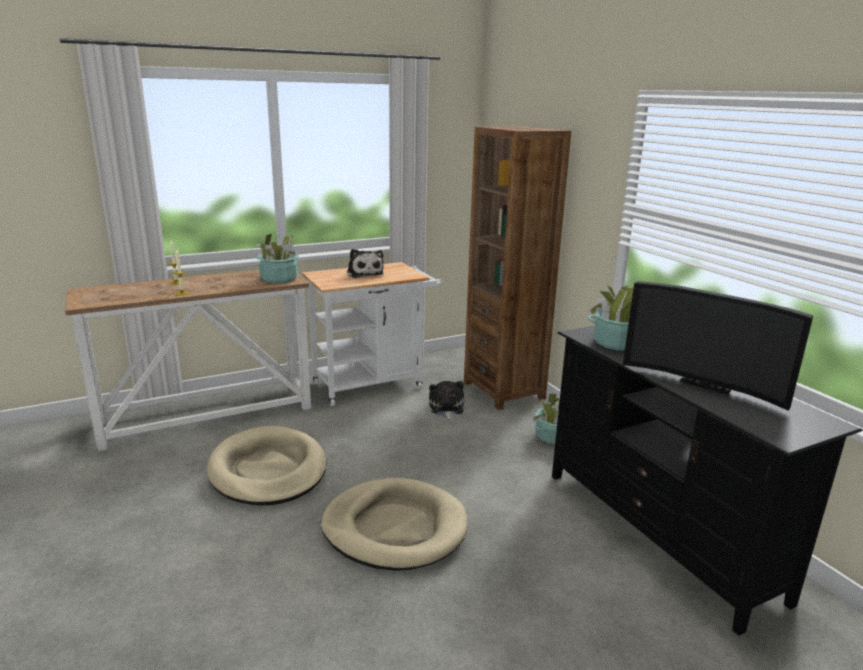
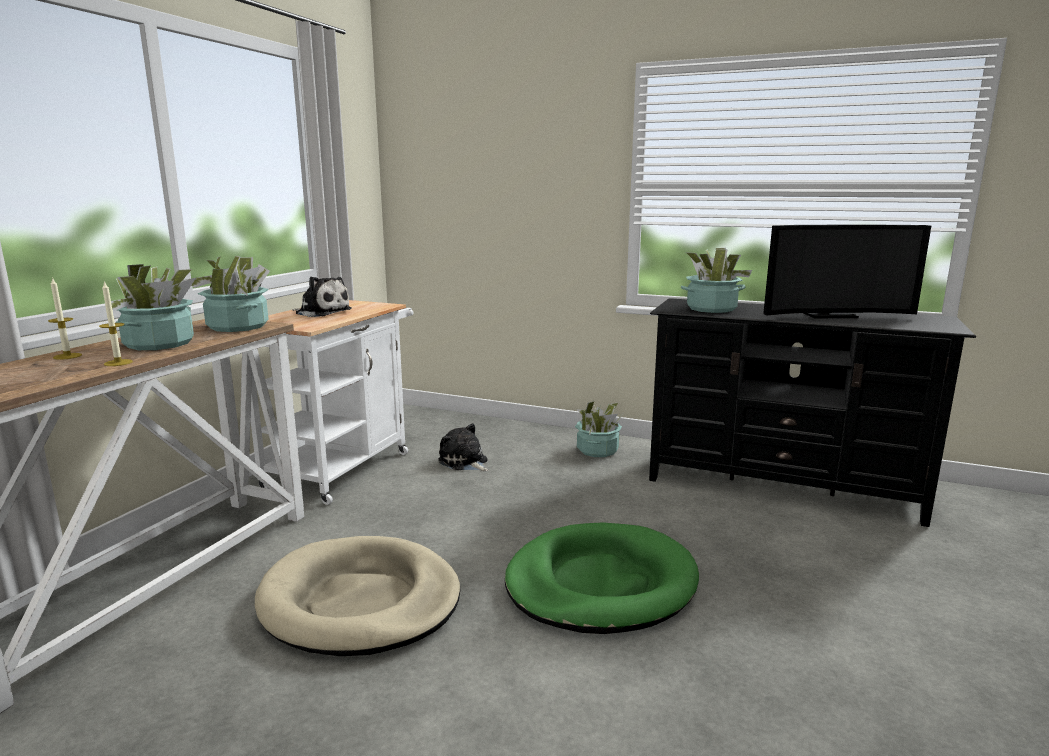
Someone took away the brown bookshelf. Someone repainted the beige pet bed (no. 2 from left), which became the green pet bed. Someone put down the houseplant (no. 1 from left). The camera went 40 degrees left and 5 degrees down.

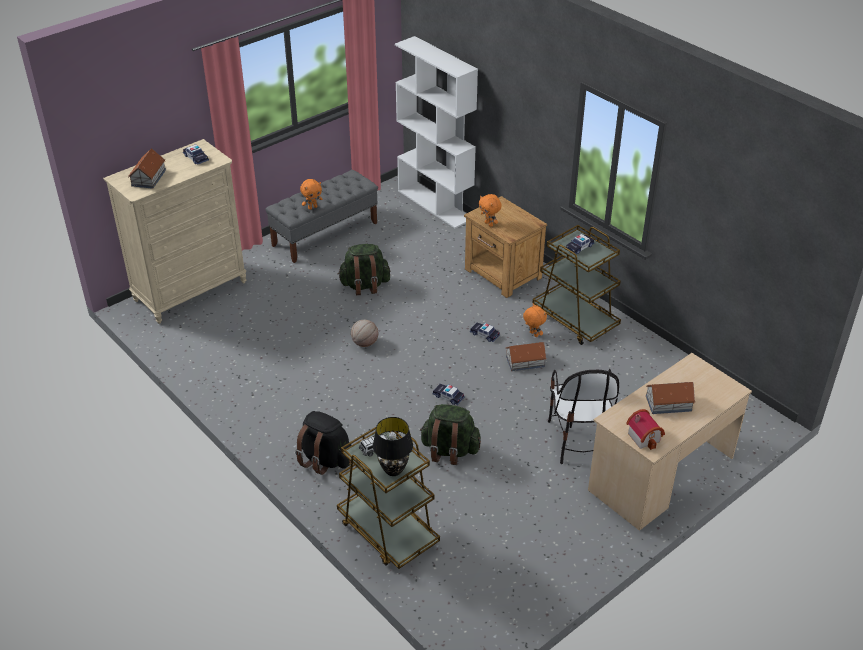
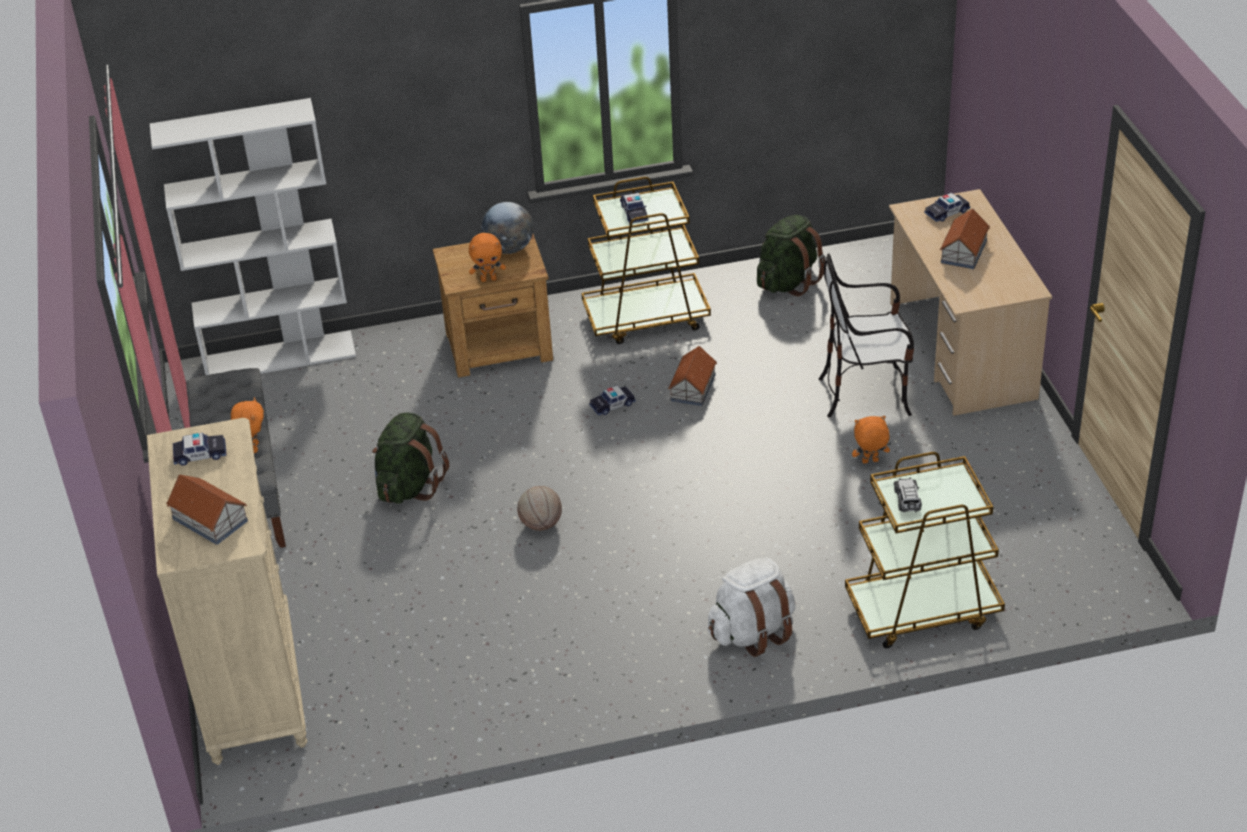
Someone carried the orange plush toy (no. 3 from left). Someone rotated the plain chair by 150 degrees clockwise. Someone carried the toy car (no. 3 from left in the first image). Someone carried the green backpack (no. 2 from left). Someone took away the model house (no. 3 from left). Someone repainted the black backpack, which became the white backpack. Someone took away the black table lamp. Someone put down the desk globe. The camera went 60 degrees left and 0 degrees up.

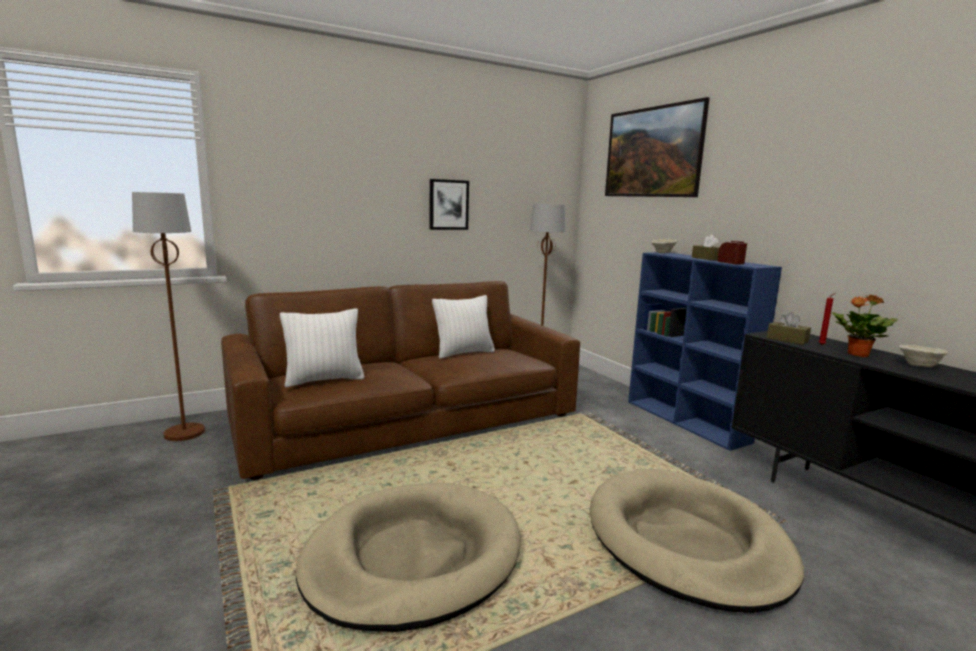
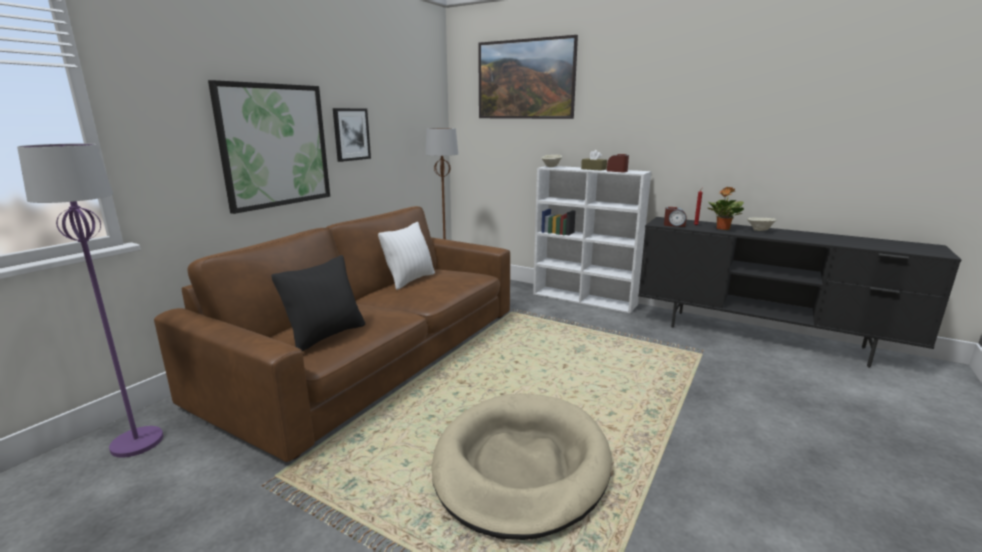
Someone repainted the brown floor lamp (no. 1 from left), which became the purple-coloured floor lamp. Someone repainted the blue bookshelf, which became the white bookshelf. Someone repainted the white pillow (no. 1 from left), which became the black pillow. Someone swapped the brown tissue holder (no. 2 from left) for the table clock (no. 2 from left). Someone took away the beige pet bed (no. 2 from left). Someone put up the wall picture (no. 1 from left). The camera went 30 degrees left and 5 degrees up.

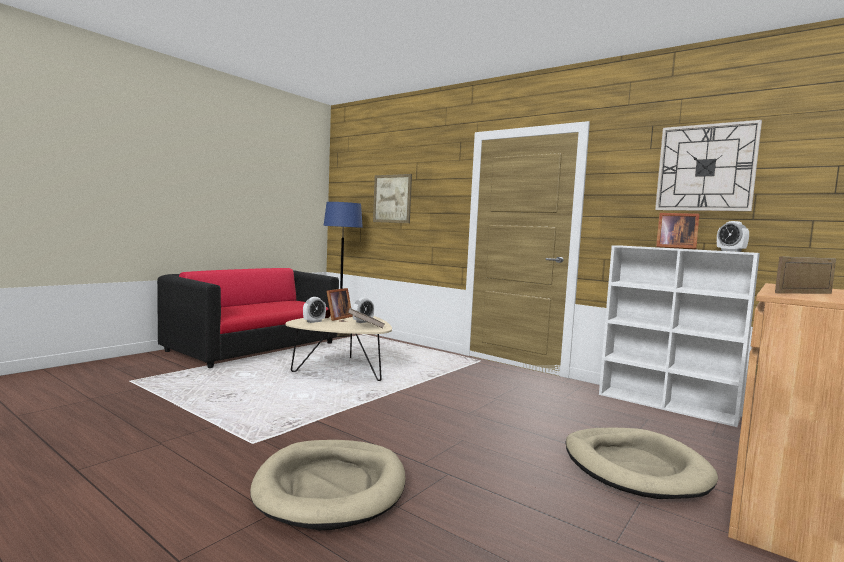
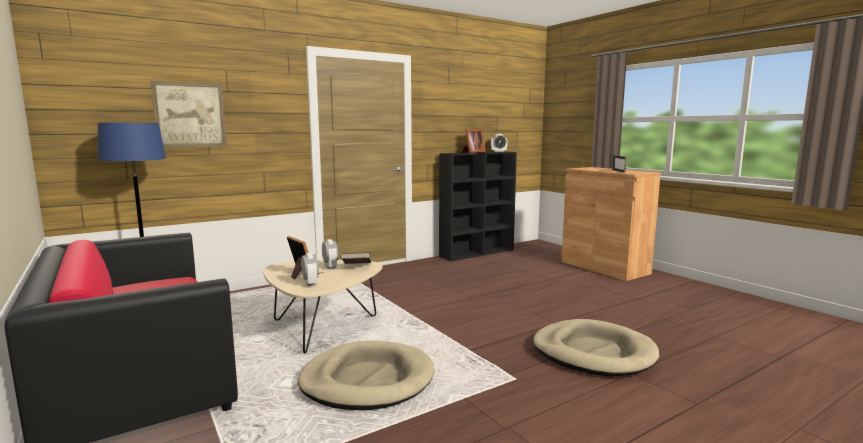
Someone took away the wall clock. Someone repainted the white bookshelf, which became the black bookshelf. Someone carried the beige pet bed (no. 2 from left in the first image). The camera went 70 degrees left and 5 degrees up.

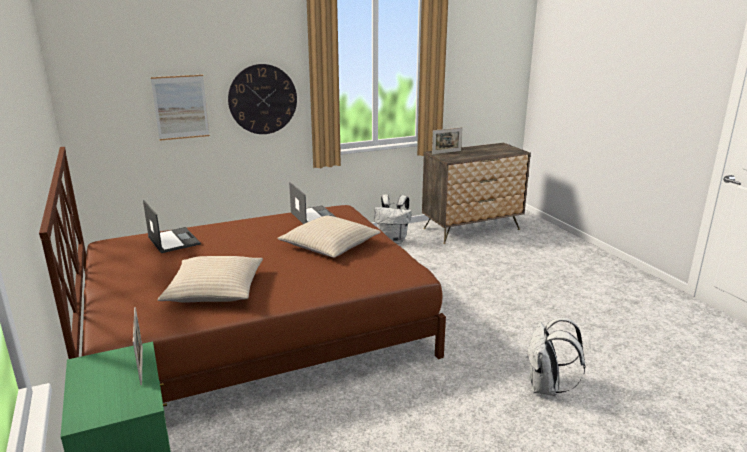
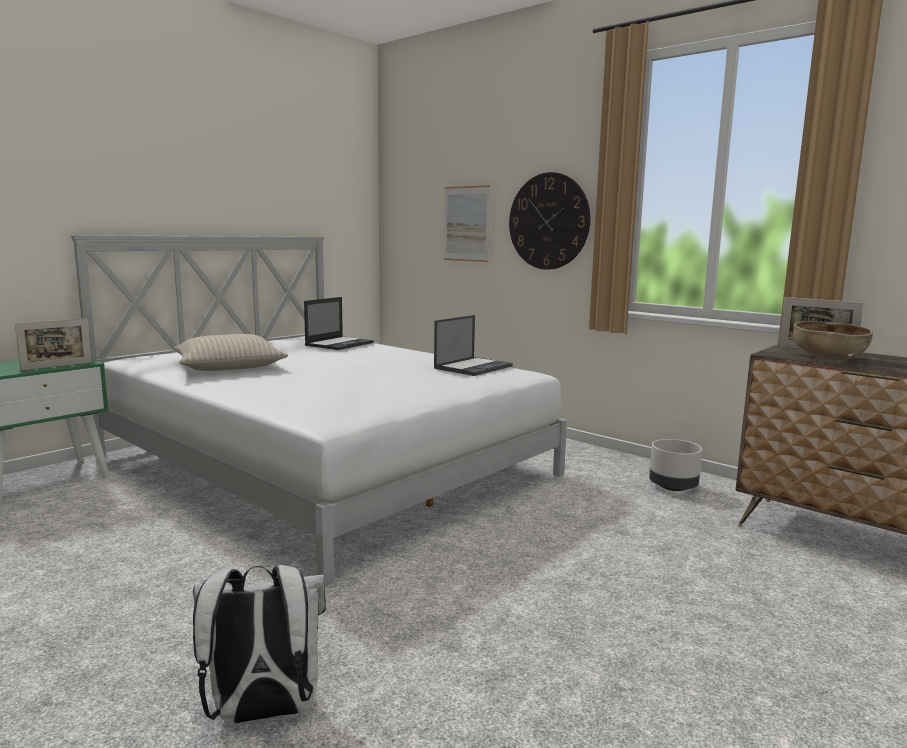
Someone repainted the brown bedroom bed, which became the white bedroom bed. Someone swapped the white backpack (no. 1 from left) for the grey planter. Someone took away the beige pillow (no. 2 from left). Someone put down the brown deep dish. The camera went 65 degrees right and 10 degrees down.

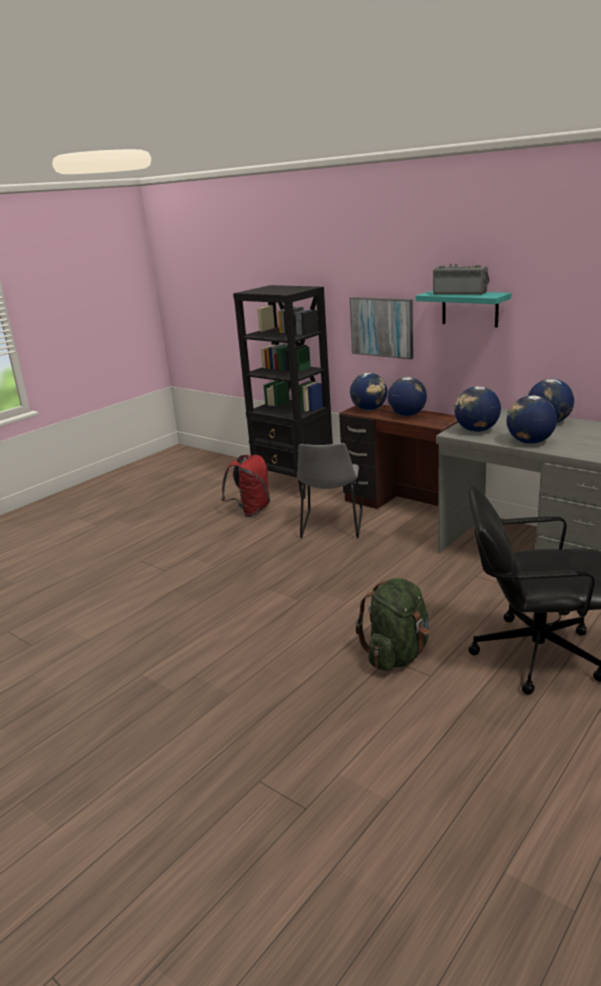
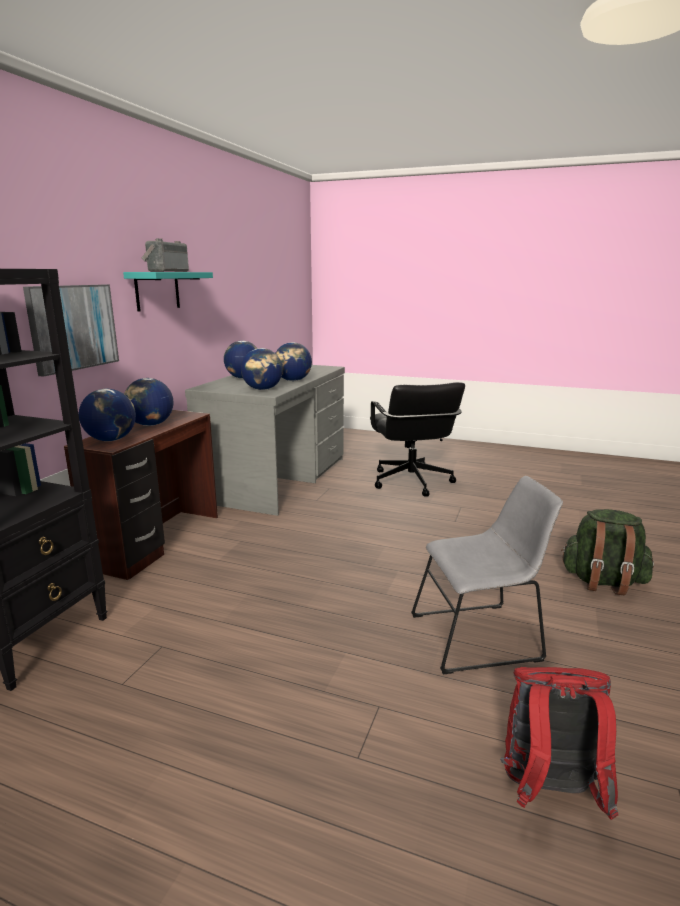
Someone carried the grey plain chair. Someone carried the red-coloured backpack. Someone carried the green backpack. The camera went 110 degrees left and 5 degrees down.

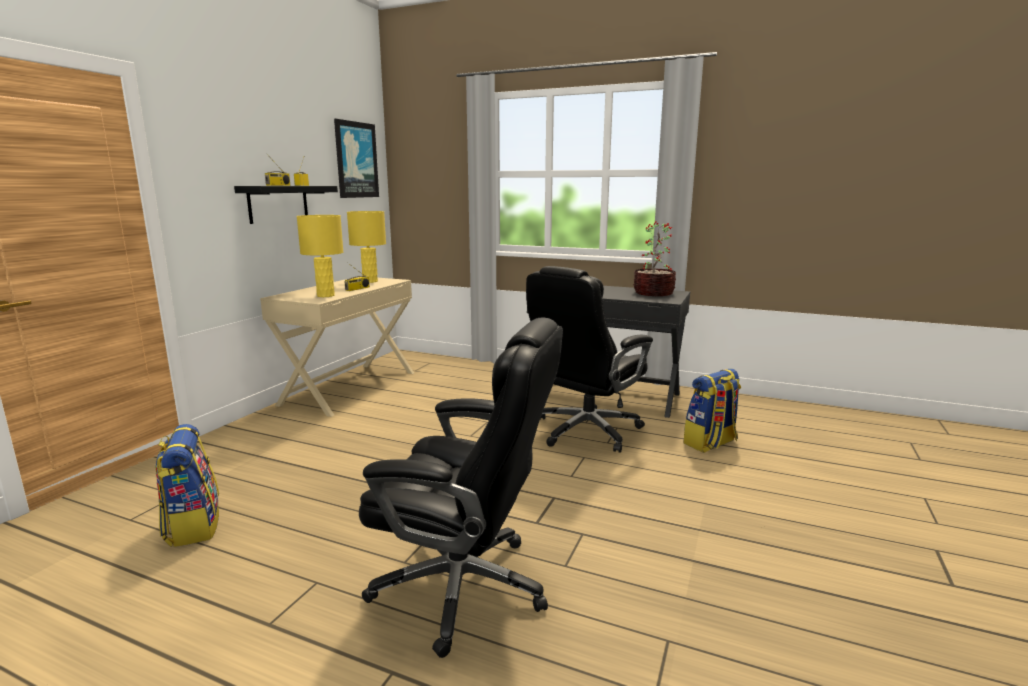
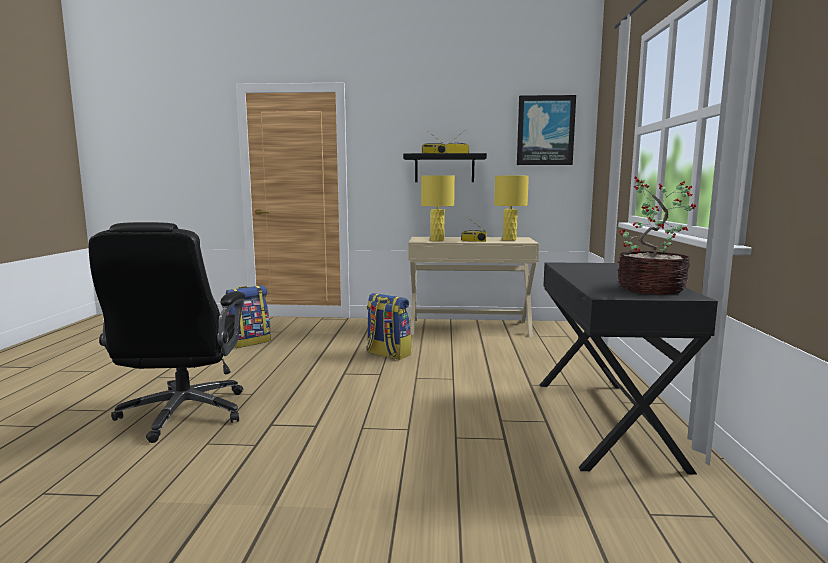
Someone took away the black computer chair (no. 2 from left). Someone carried the backpack (no. 2 from left). The camera went 70 degrees right and 5 degrees down.

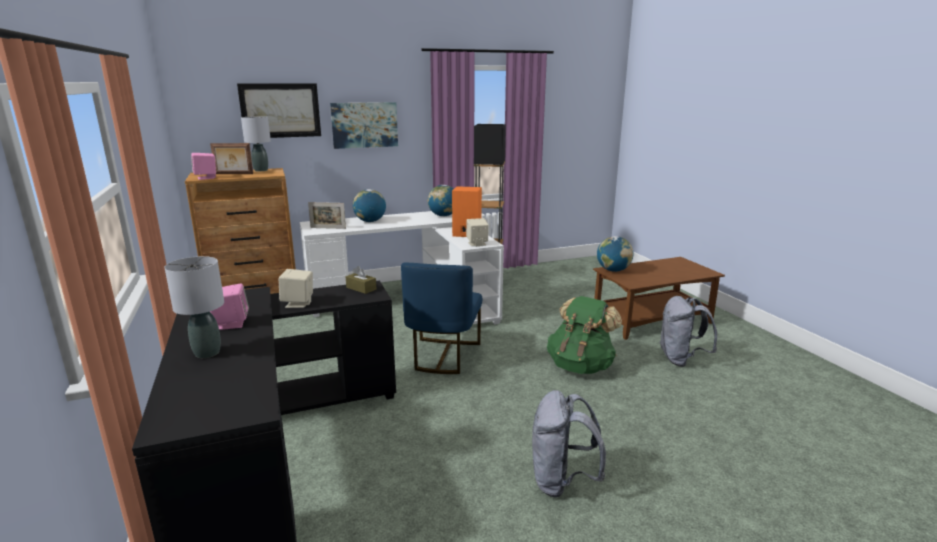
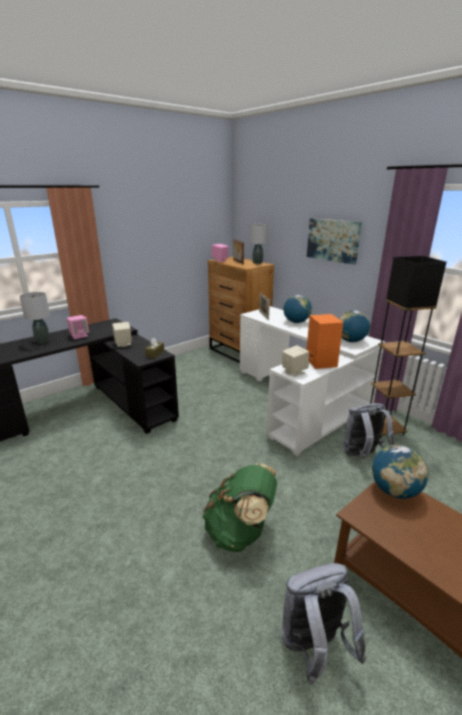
Someone took away the wall picture (no. 1 from left). Someone took away the blue plain chair. Someone carried the grey backpack (no. 1 from left in the first image). The camera went 70 degrees right and 5 degrees up.

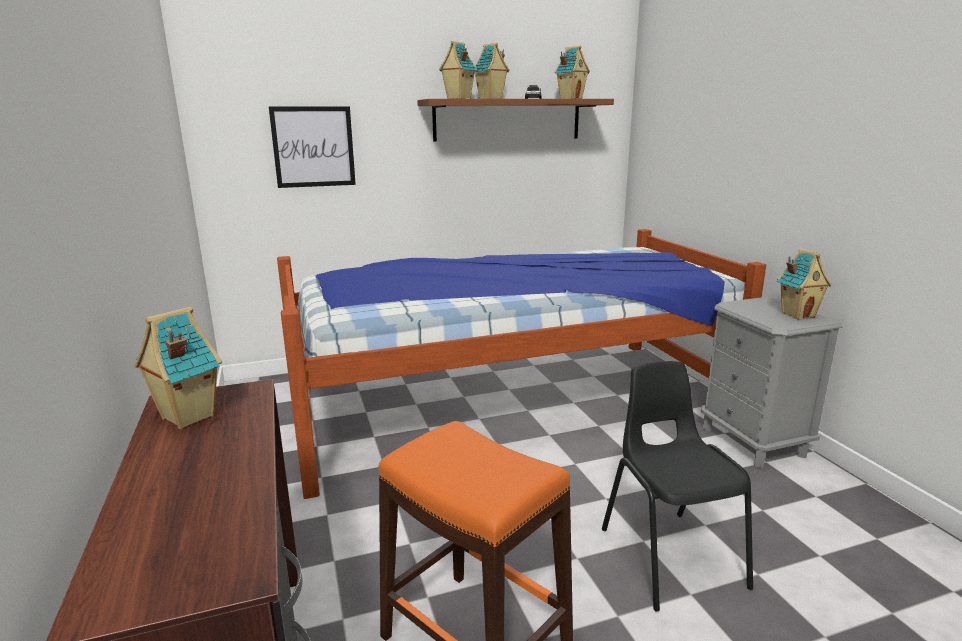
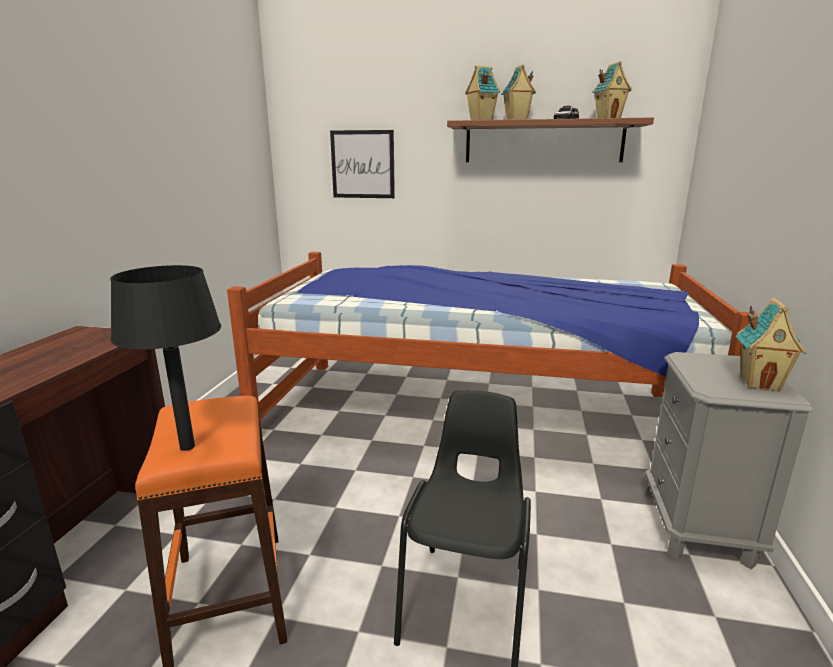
Someone took away the model house (no. 1 from left). Someone put down the black table lamp. The camera went 30 degrees right and 0 degrees up.

